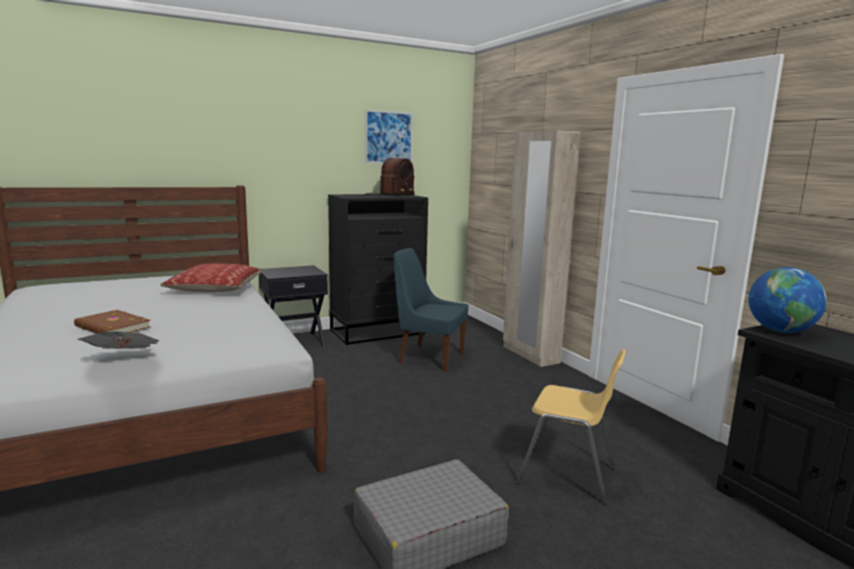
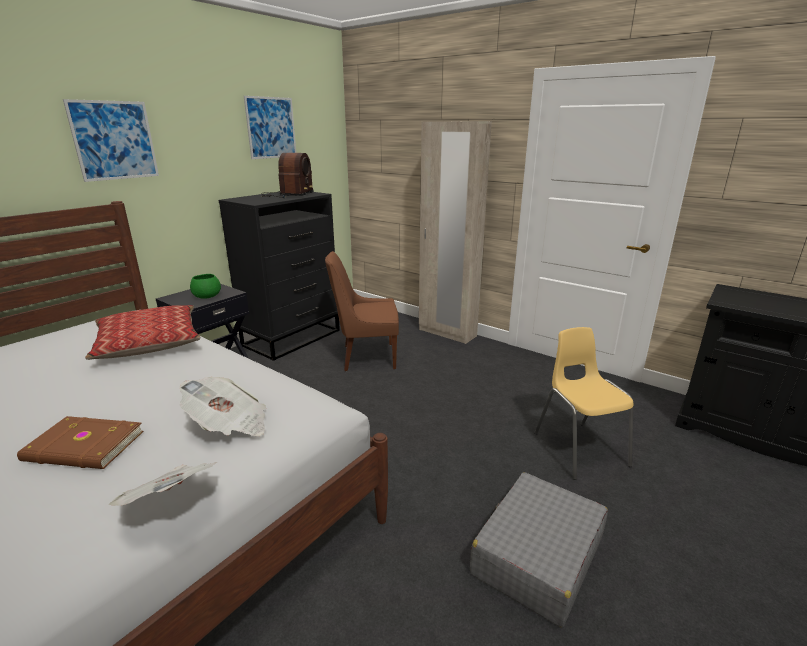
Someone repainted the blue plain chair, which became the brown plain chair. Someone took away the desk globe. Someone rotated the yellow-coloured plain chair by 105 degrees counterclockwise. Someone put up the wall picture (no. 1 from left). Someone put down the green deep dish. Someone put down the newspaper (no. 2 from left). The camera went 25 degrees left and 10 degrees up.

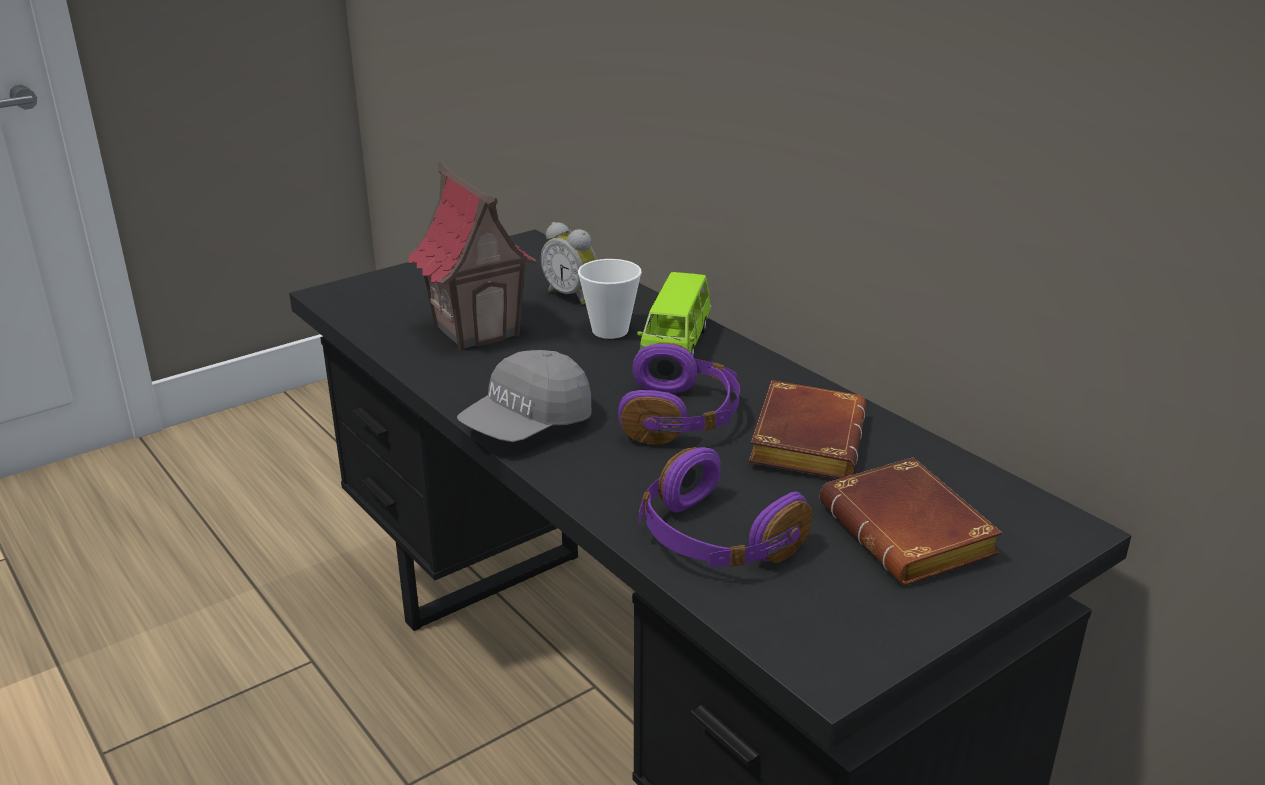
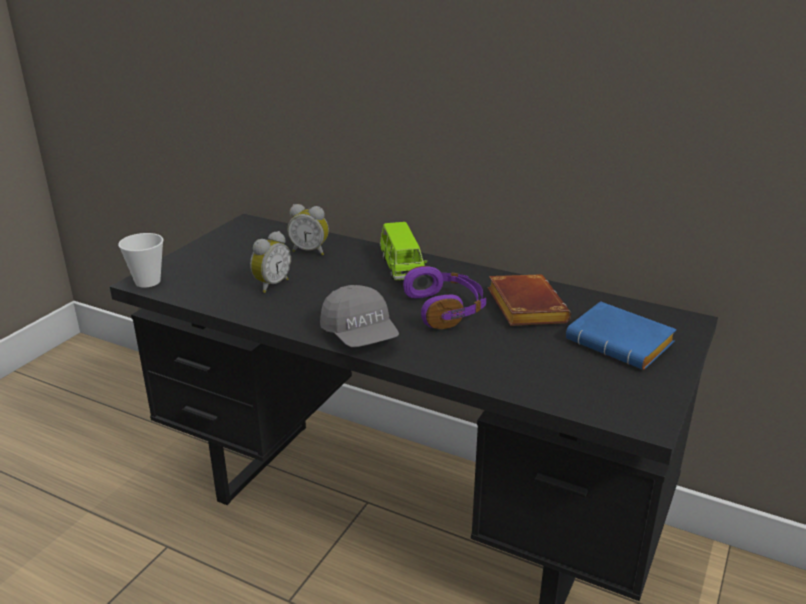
Someone swapped the model house for the table clock (no. 1 from left). Someone carried the drinking cup. Someone rotated the grey cap by 45 degrees counterclockwise. Someone took away the purple-coloured headset (no. 2 from left). Someone repainted the brown volume (no. 2 from left), which became the blue volume. The camera went 25 degrees left and 0 degrees up.

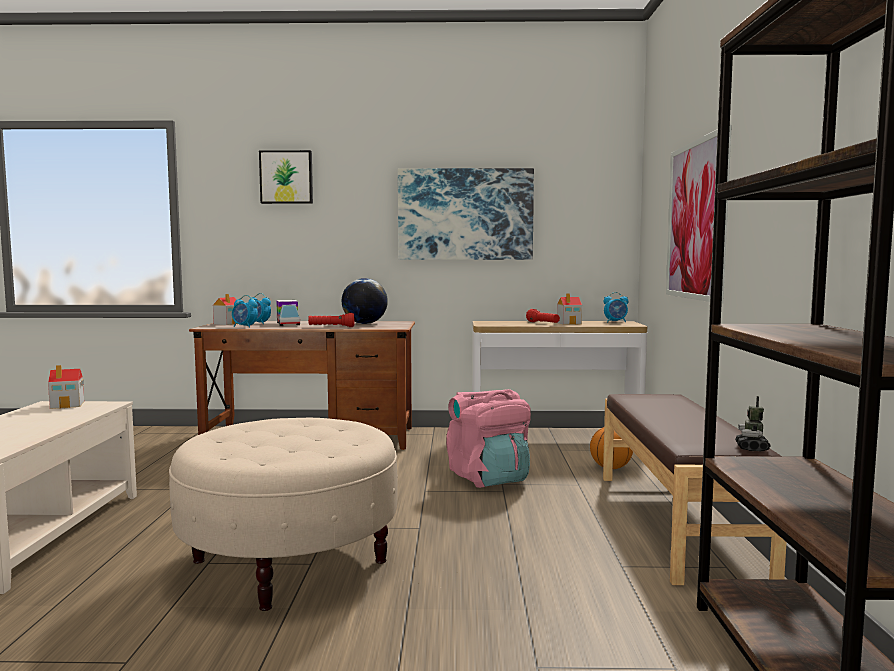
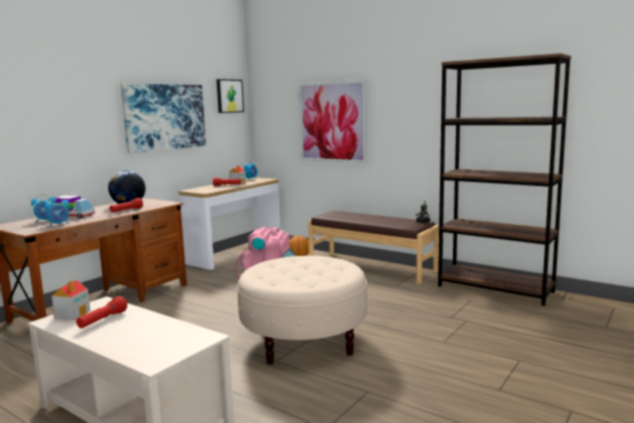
Someone carried the wall picture (no. 1 from left in the first image). Someone took away the model house (no. 2 from left). Someone put down the red-coloured hand torch (no. 1 from left). The camera went 55 degrees left and 5 degrees up.

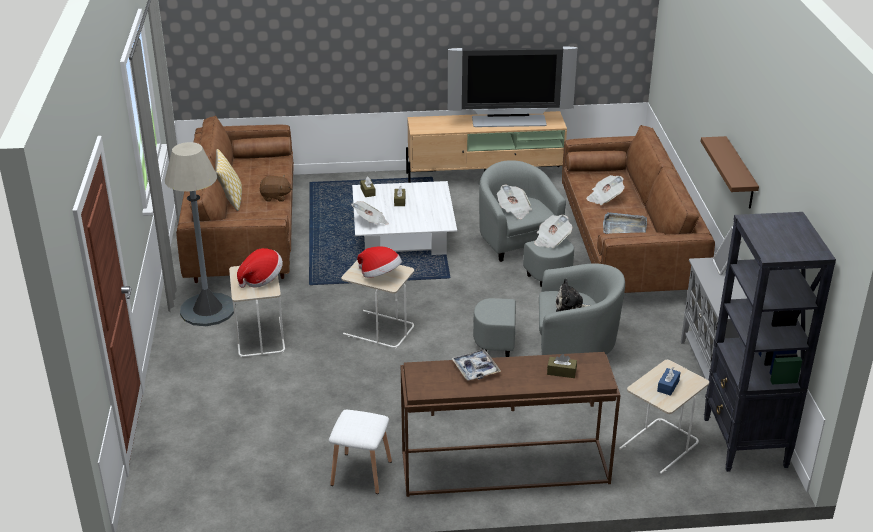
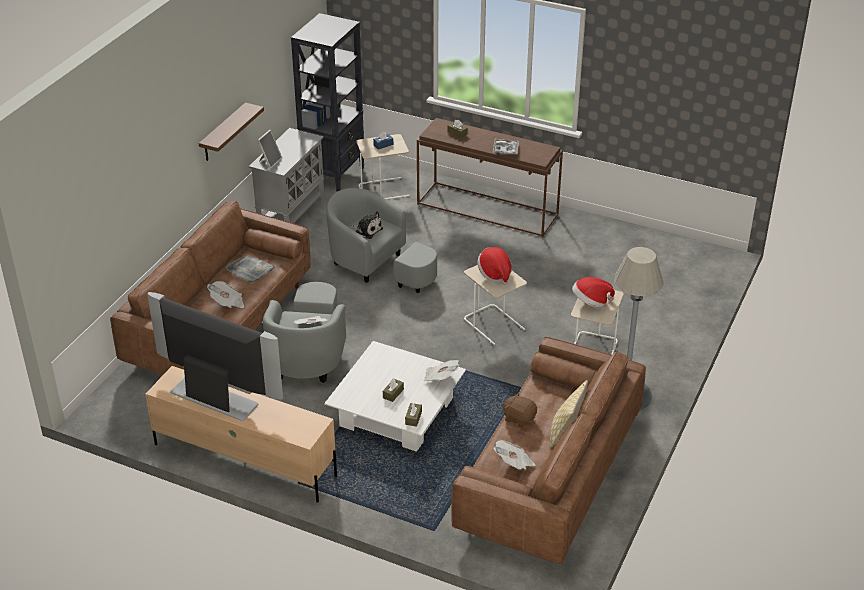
Someone carried the newspaper (no. 3 from left in the first image). Someone took away the white stool seat. The camera went 150 degrees left and 5 degrees up.

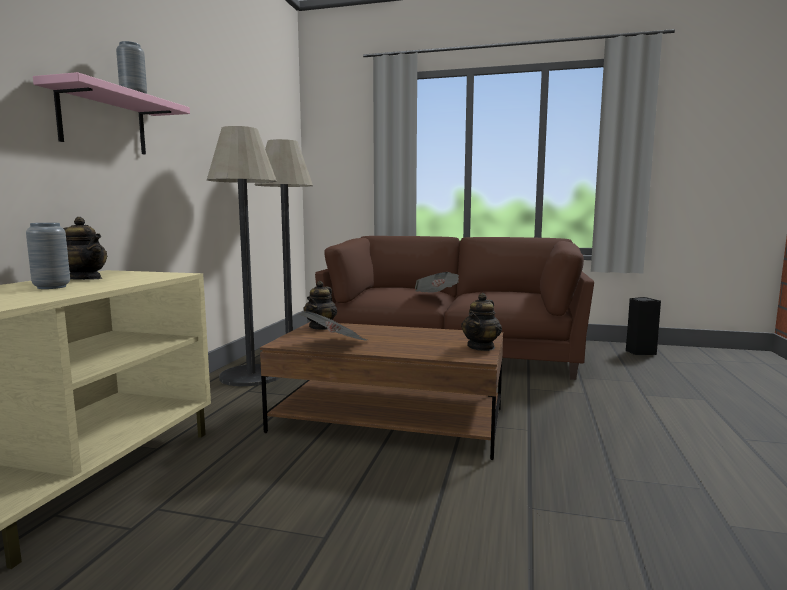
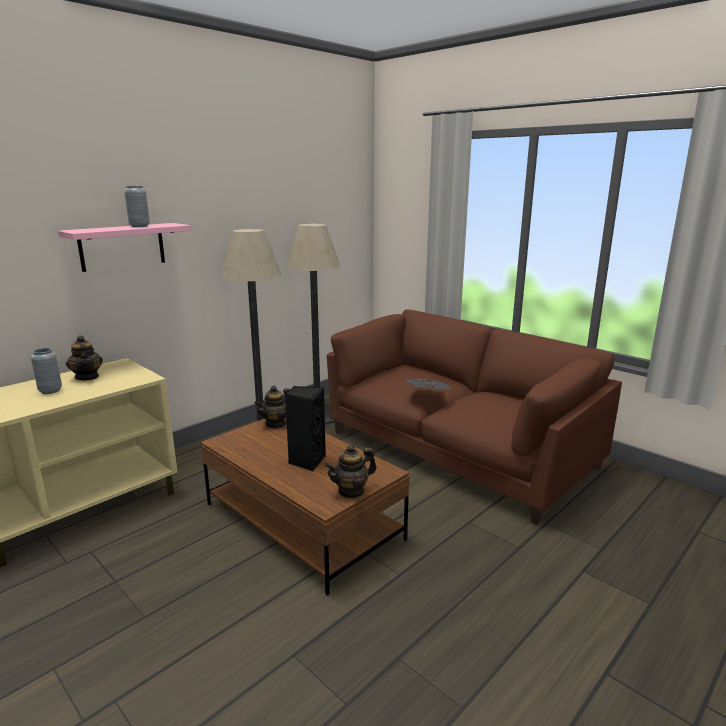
Someone carried the black audio speaker. Someone took away the newspaper (no. 1 from left). The camera went 30 degrees right and 10 degrees up.

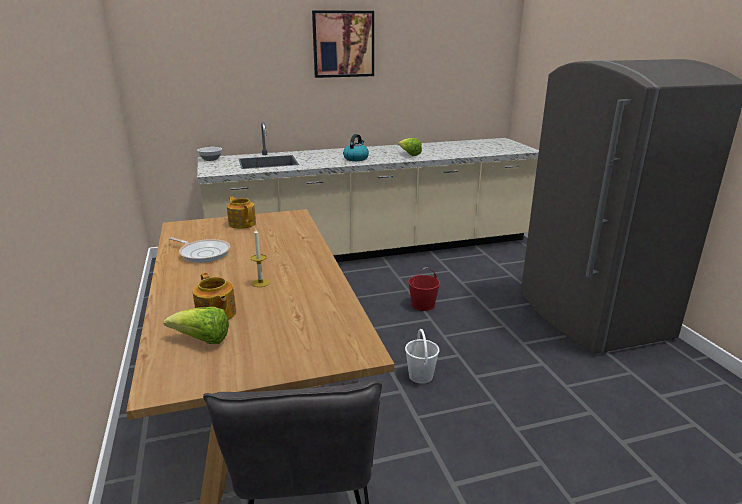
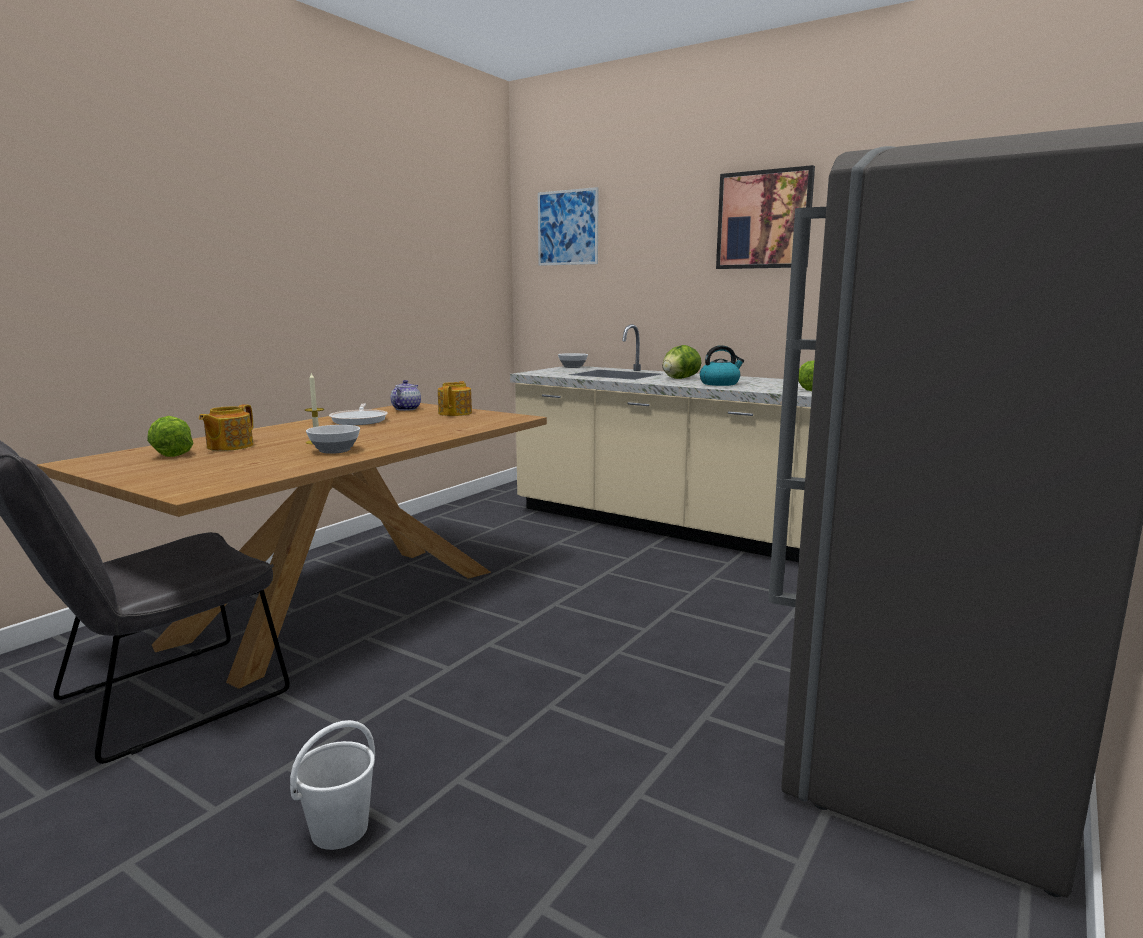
Someone took away the red-coloured water bucket. Someone carried the white water bucket. Someone put up the wall picture (no. 1 from left). Someone put down the lettuce head (no. 2 from left). Someone put down the teapot (no. 2 from left). Someone put down the deep dish (no. 1 from left). The camera went 50 degrees right and 10 degrees down.

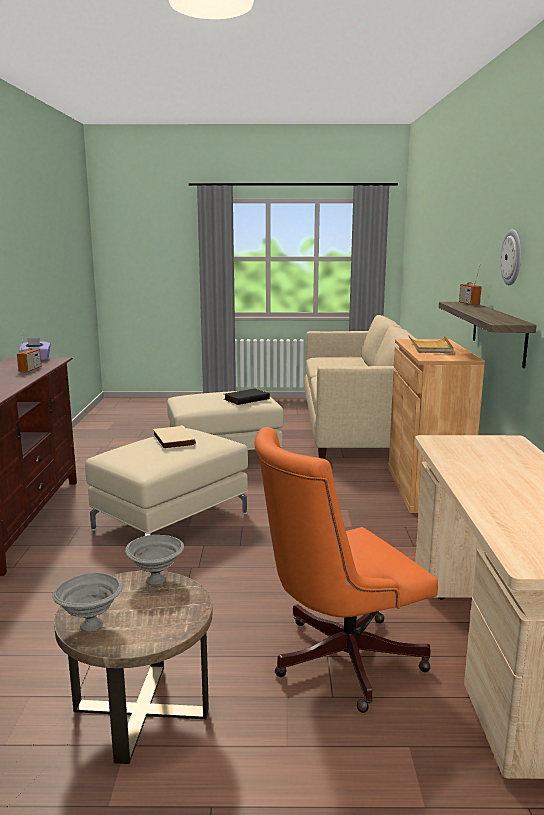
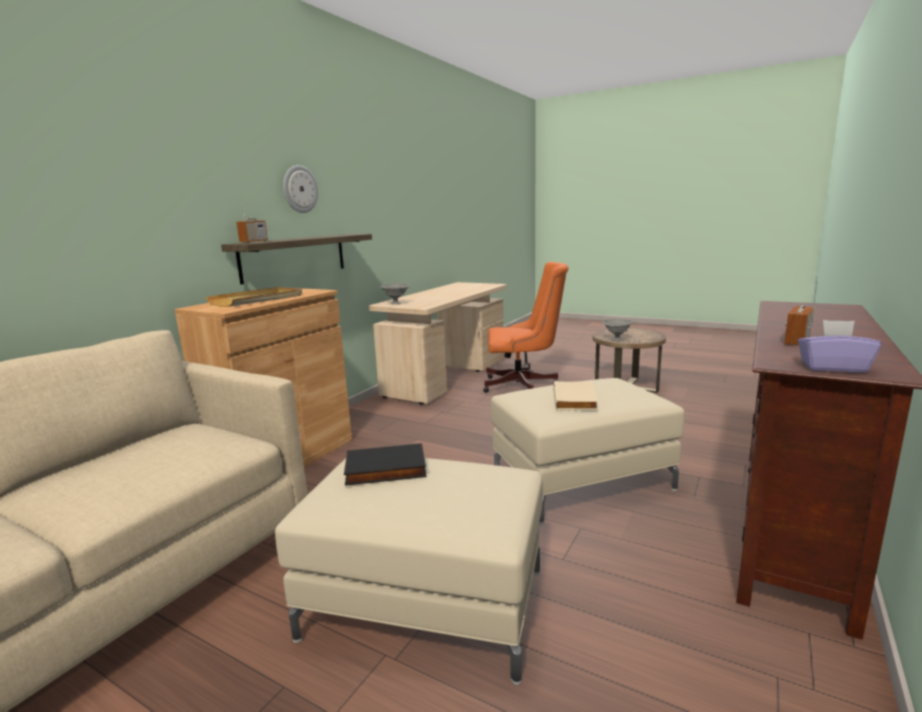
Someone carried the grey deep dish (no. 1 from left). The camera went 150 degrees left and 0 degrees up.

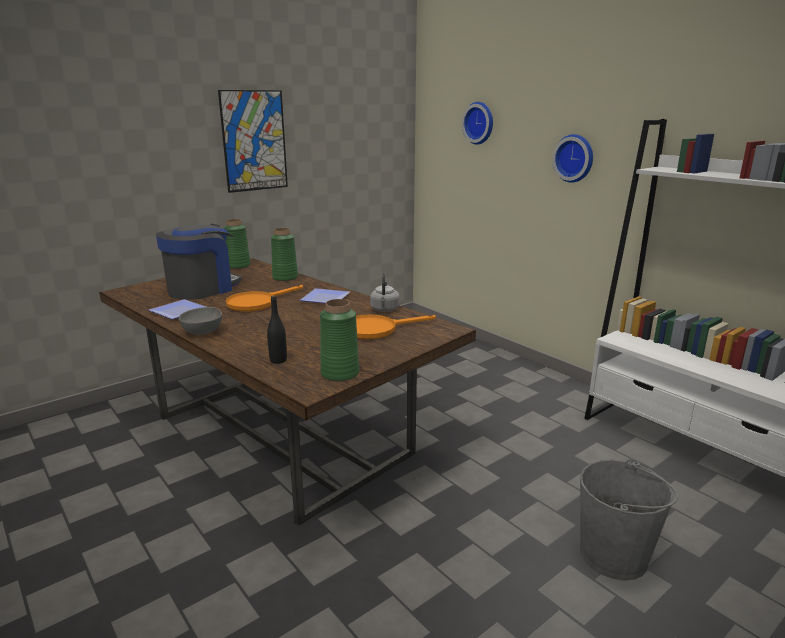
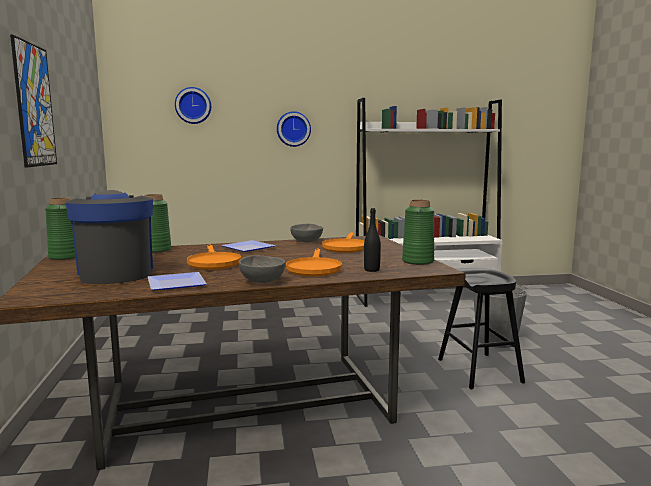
Someone swapped the grey kettle for the grey deep dish (no. 2 from left). Someone put down the orange skillet (no. 2 from left). Someone put down the black stool seat. The camera went 60 degrees left and 10 degrees down.

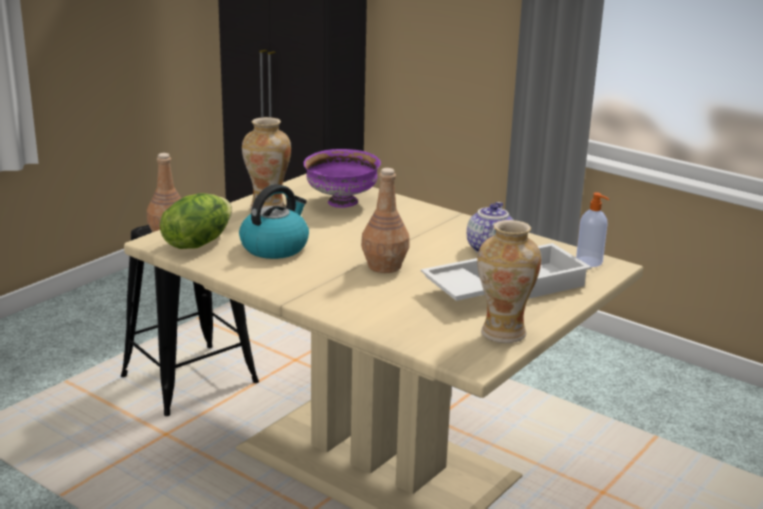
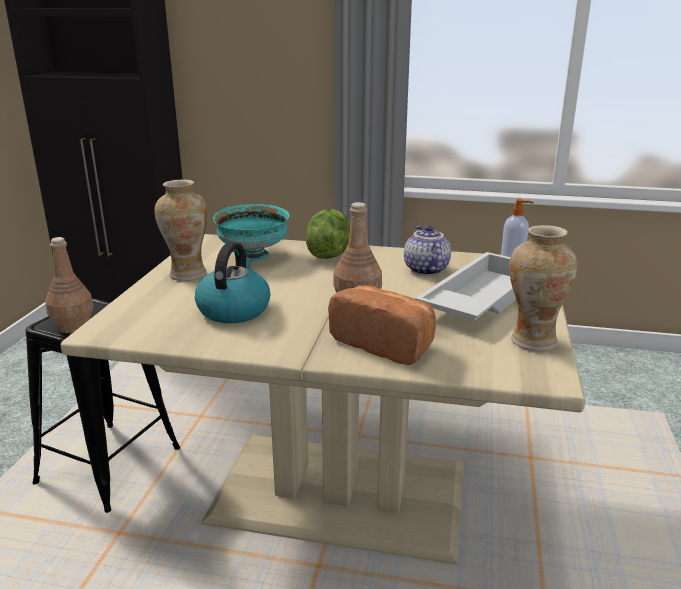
Someone repainted the purple-coloured deep dish, which became the blue-green deep dish. Someone carried the lettuce head. Someone put down the bakery bread. The camera went 25 degrees left and 0 degrees up.

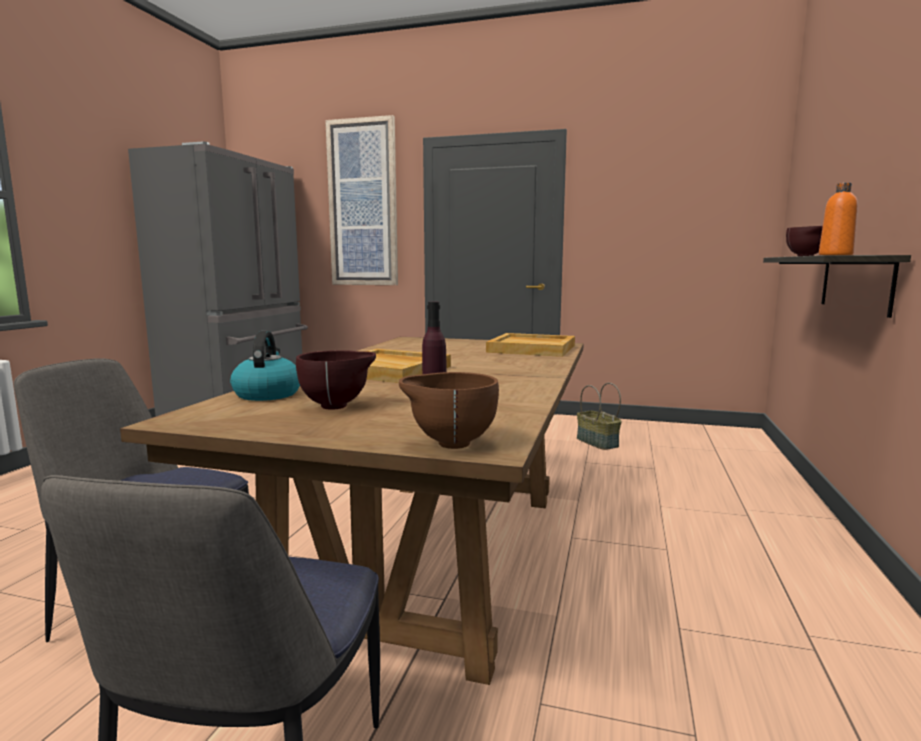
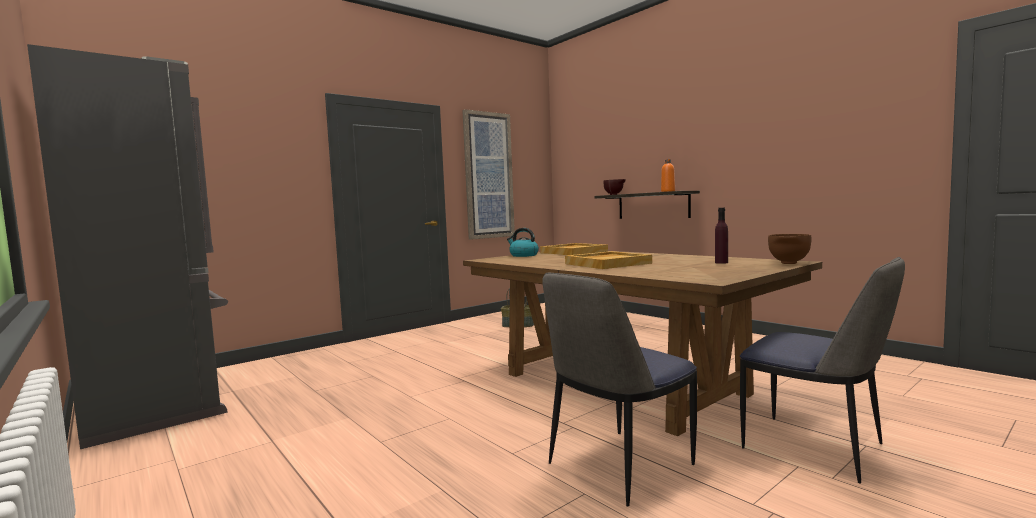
Someone carried the wall picture. Someone carried the kettle. Someone took away the brown deep dish (no. 1 from left). The camera went 55 degrees left and 5 degrees down.

